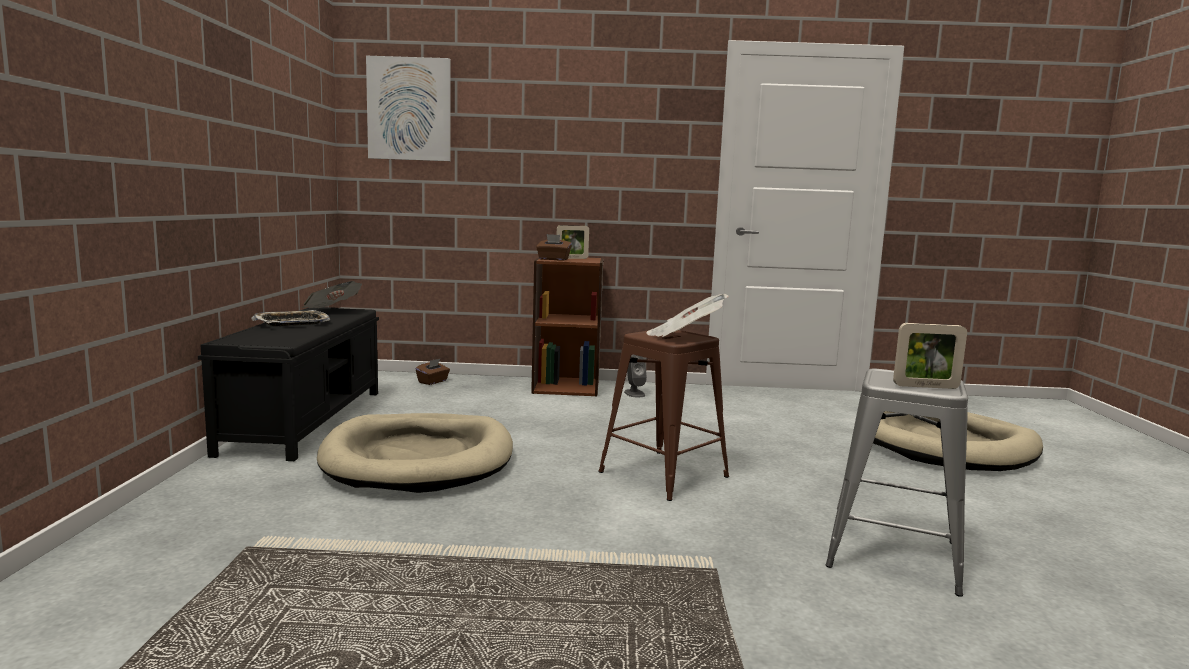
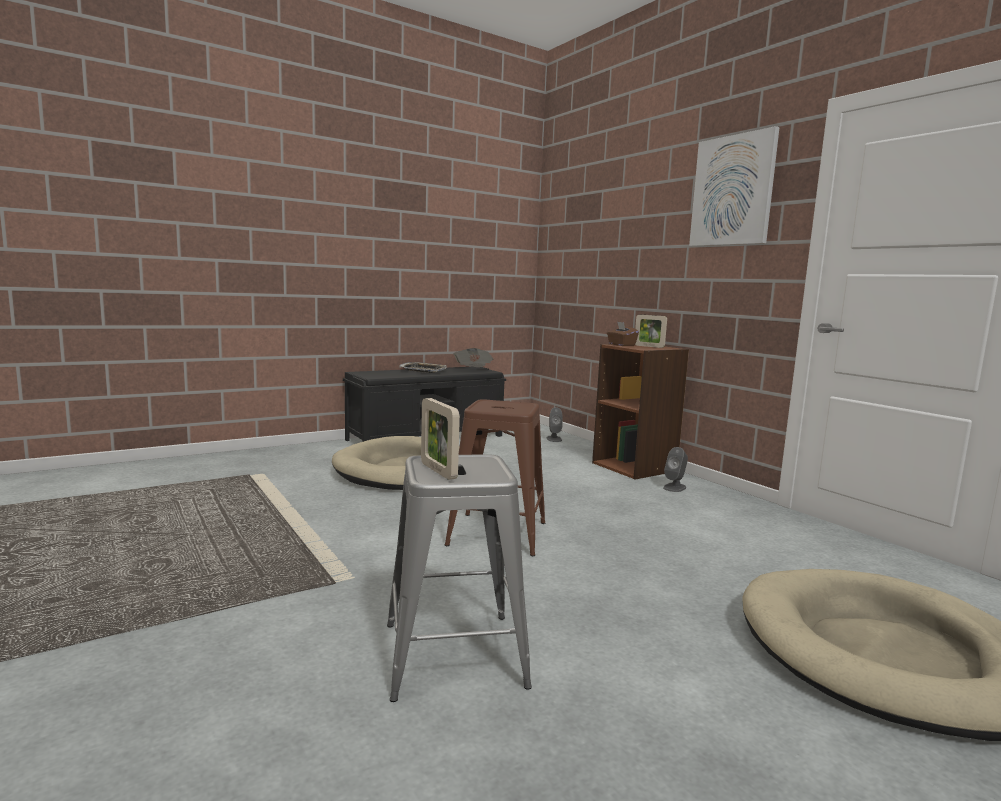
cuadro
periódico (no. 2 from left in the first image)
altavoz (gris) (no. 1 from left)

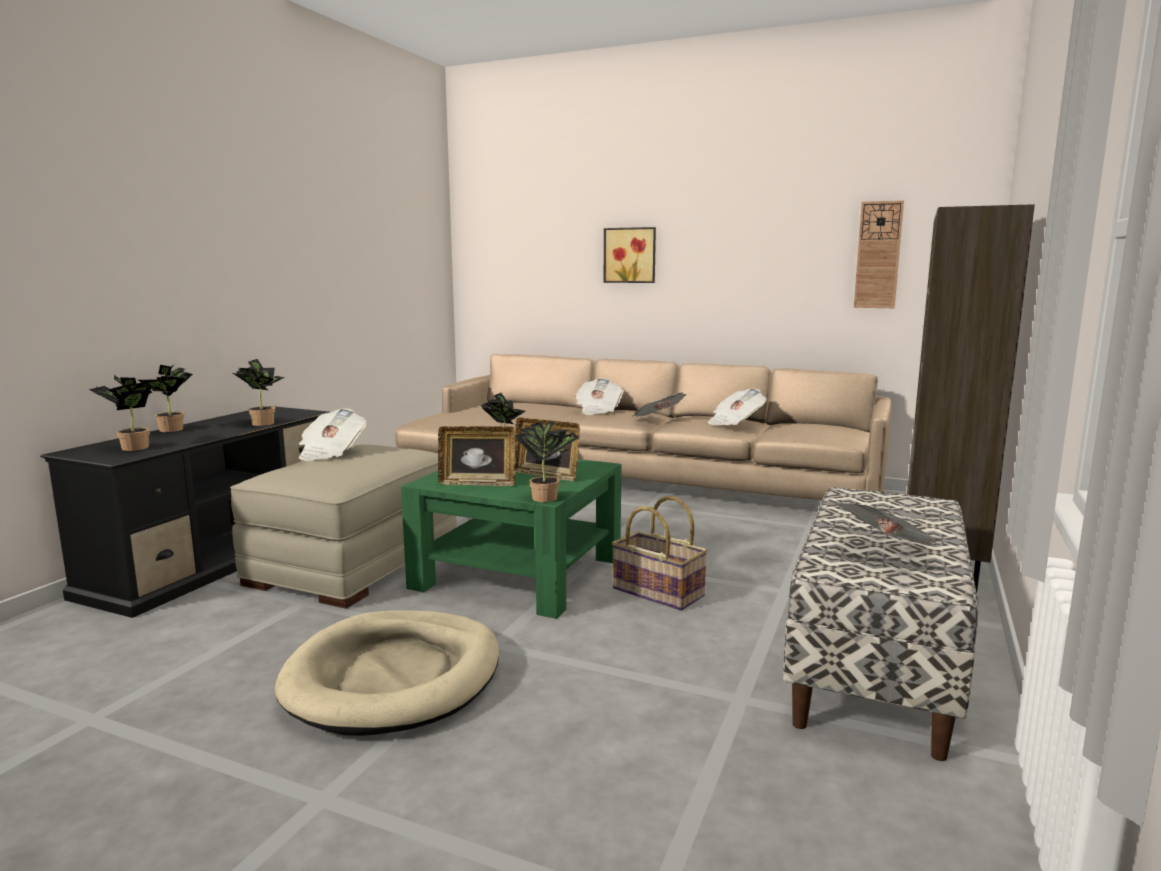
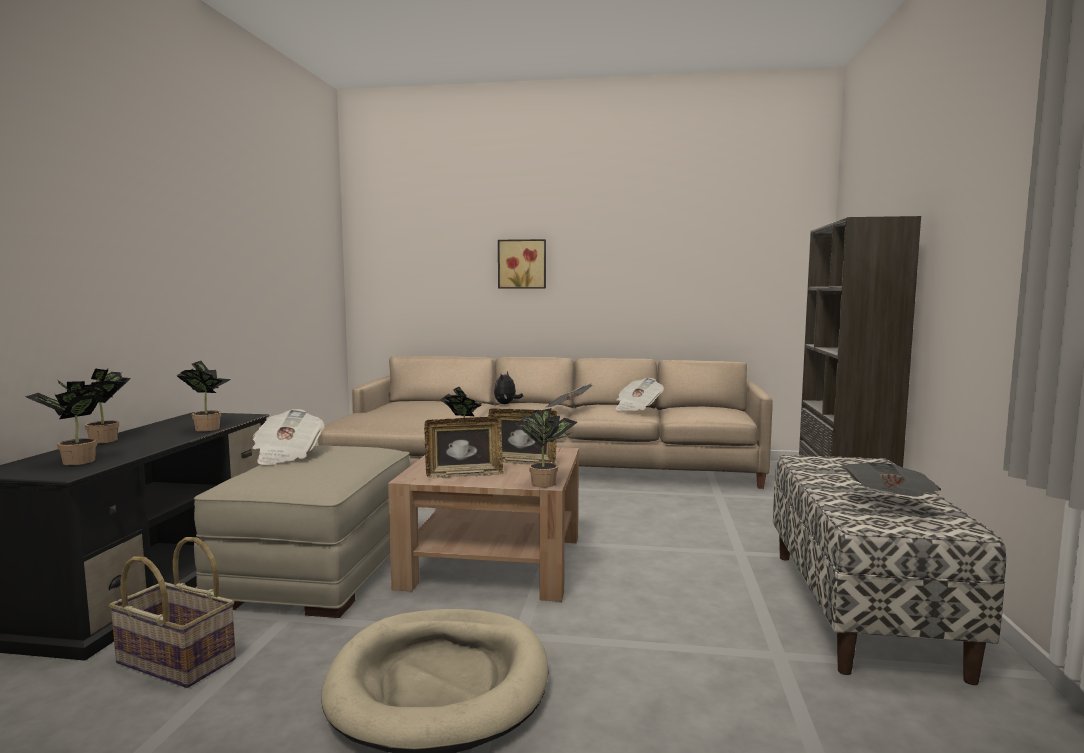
reloj de pared
peluche
mesa de centro (marrón)
cesta

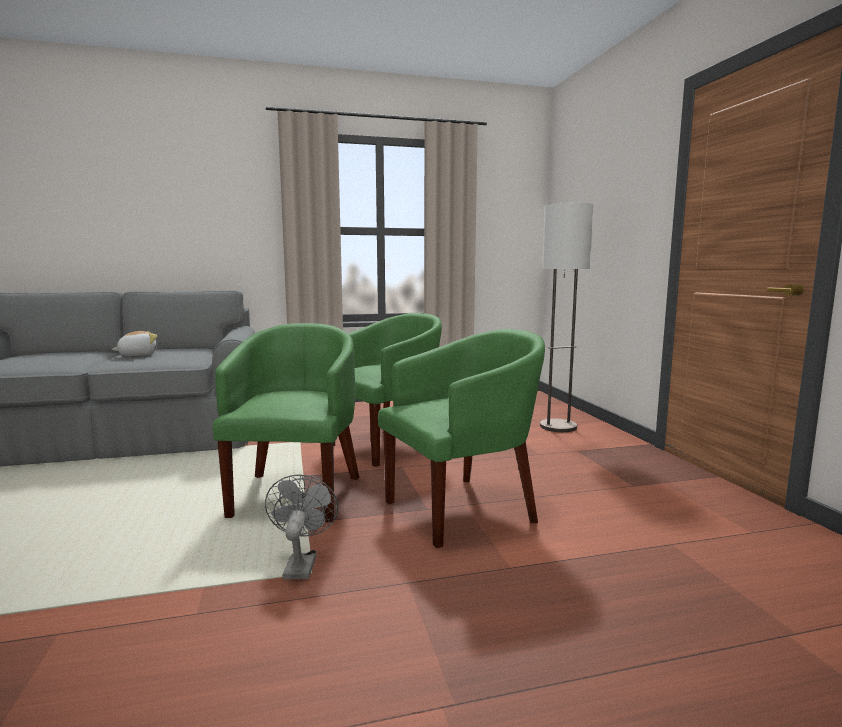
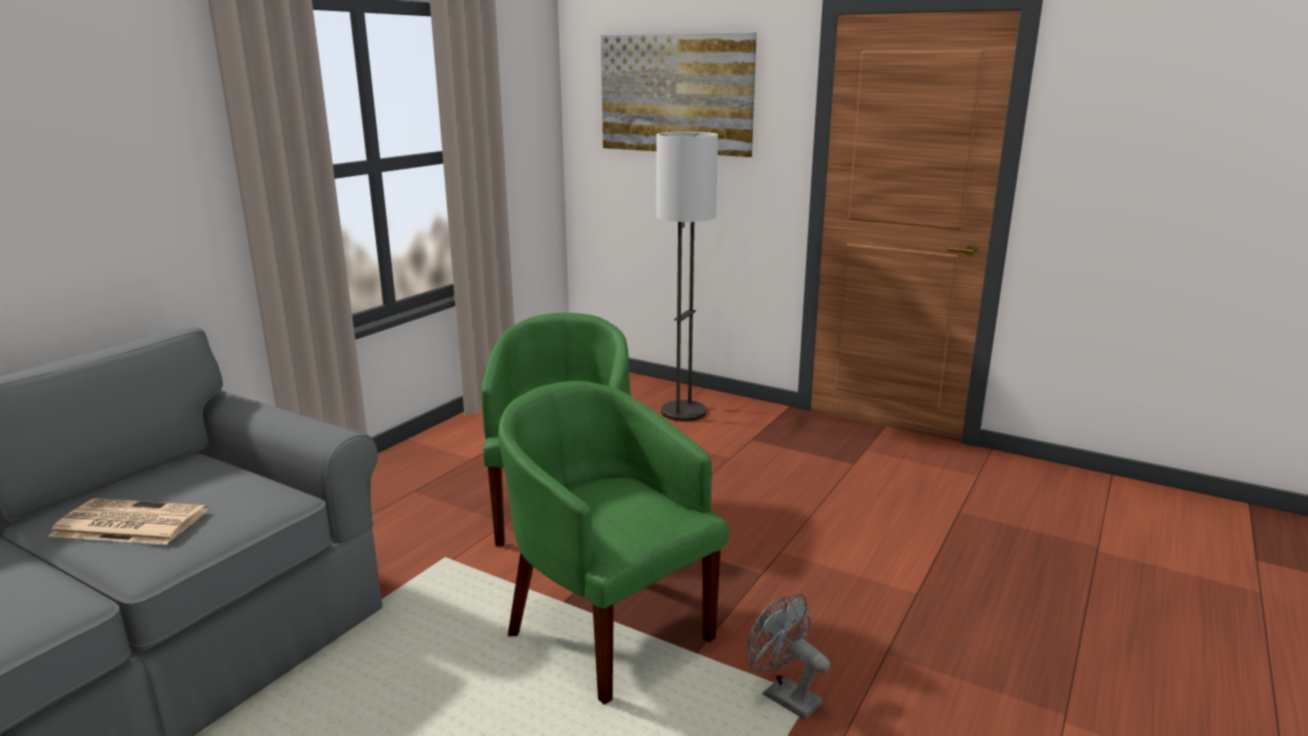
sillón (verde) (no. 3 from left in the first image)
periódico
cuadro

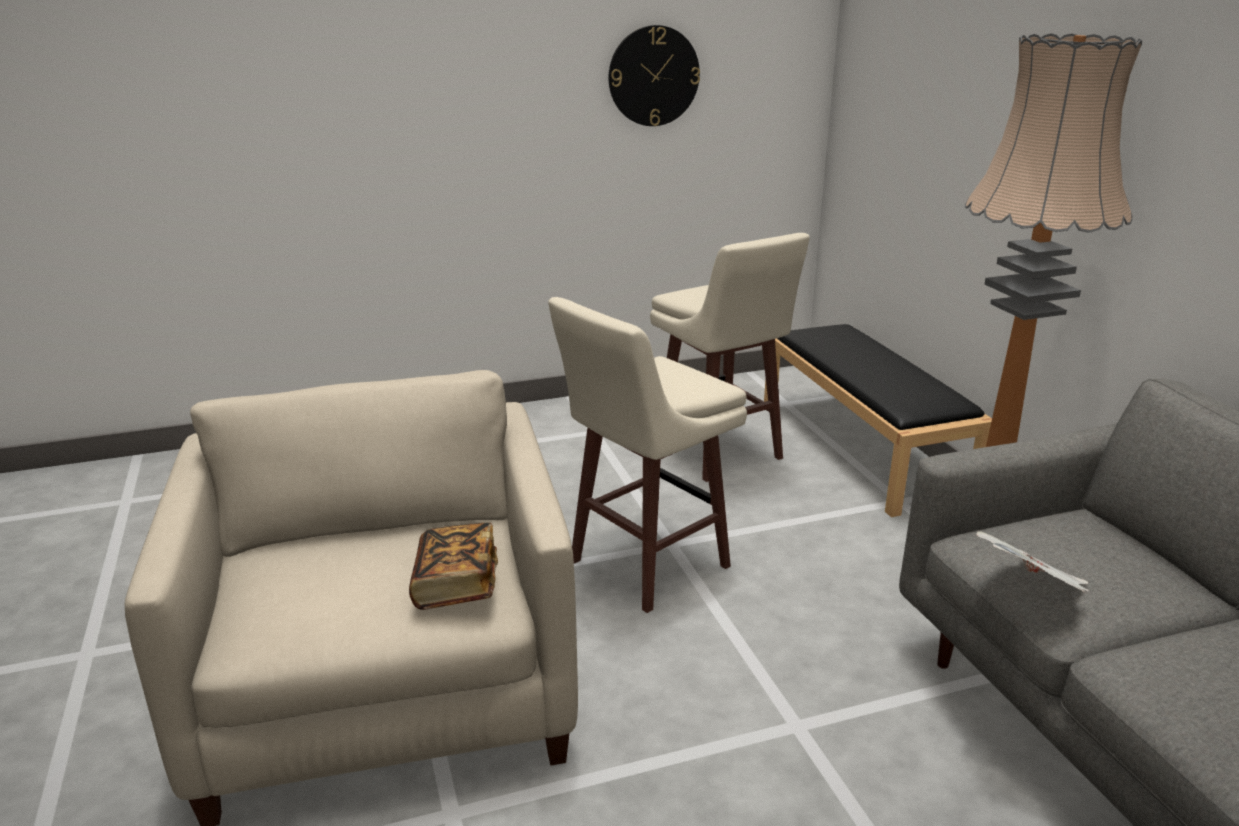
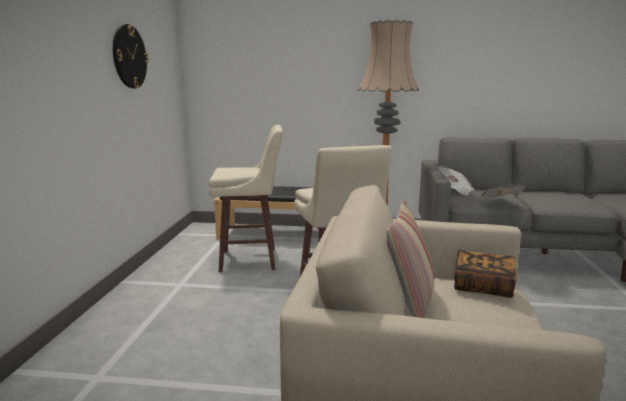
periódico (no. 1 from left)
cojín

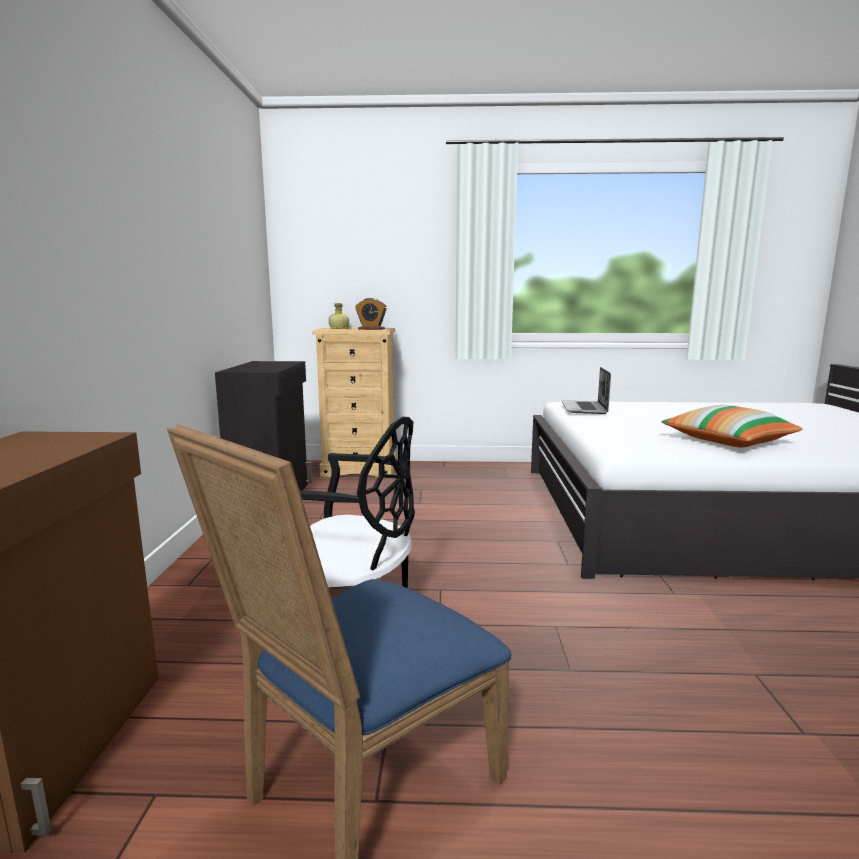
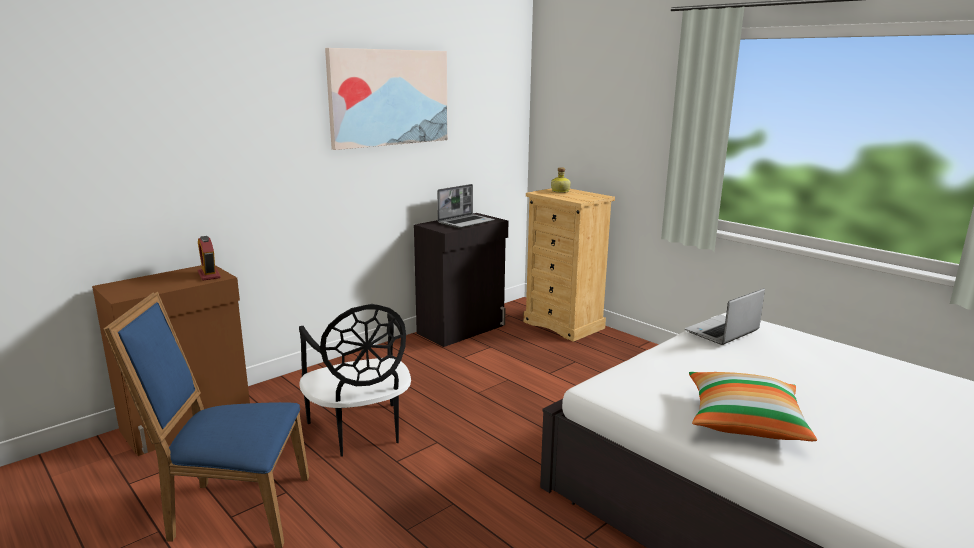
despertador
cuadro
portátil (no. 1 from left)

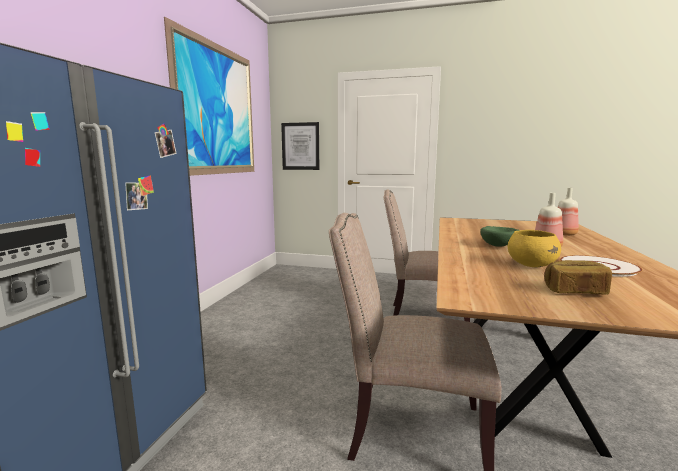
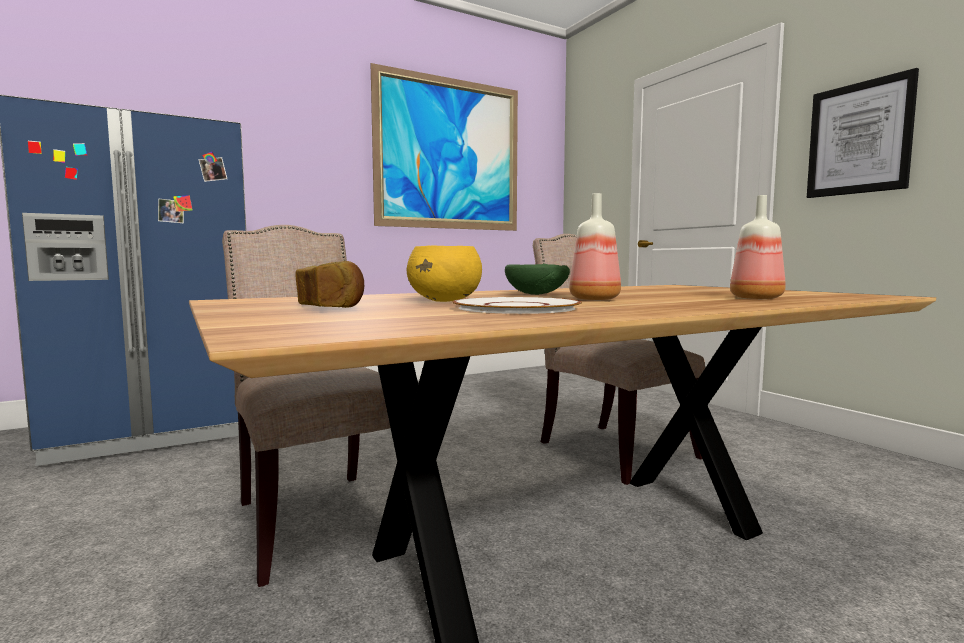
cuadro (no. 2 from left)

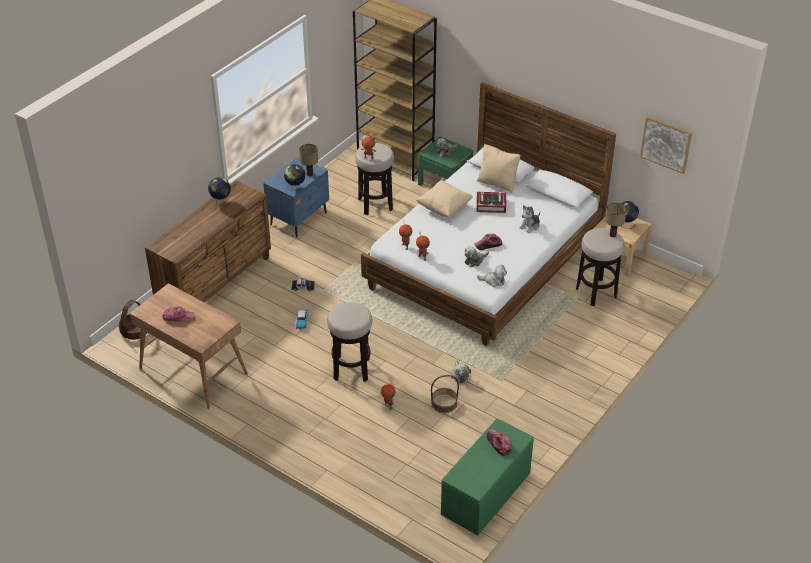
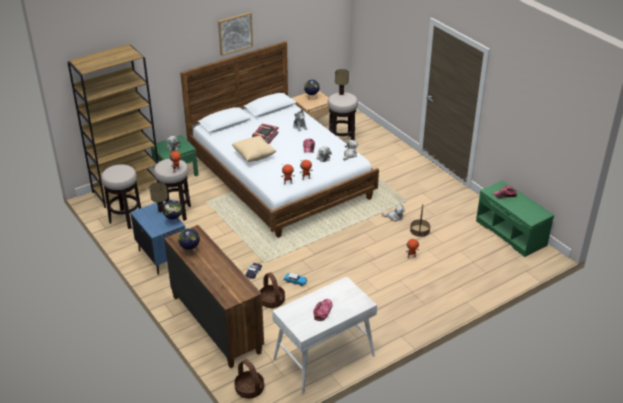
cuadro
cojín (beis) (no. 2 from left in the first image)
escritorio (blanco)
taburete (no. 1 from left)
cesta (no. 2 from left)

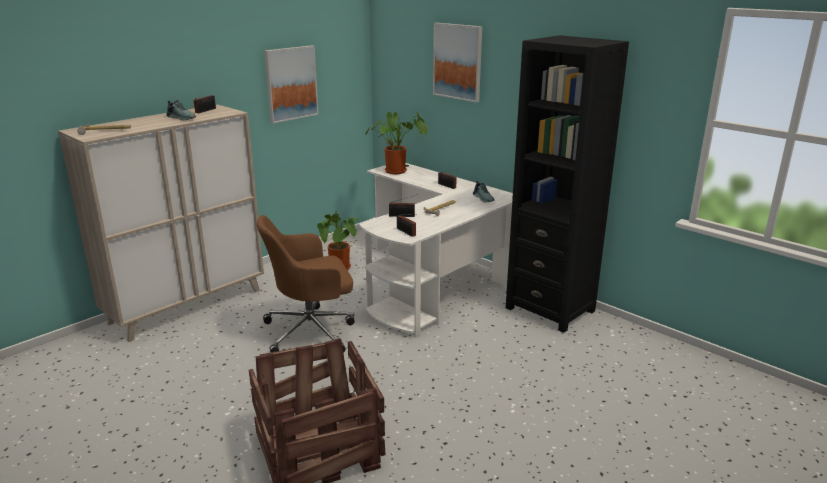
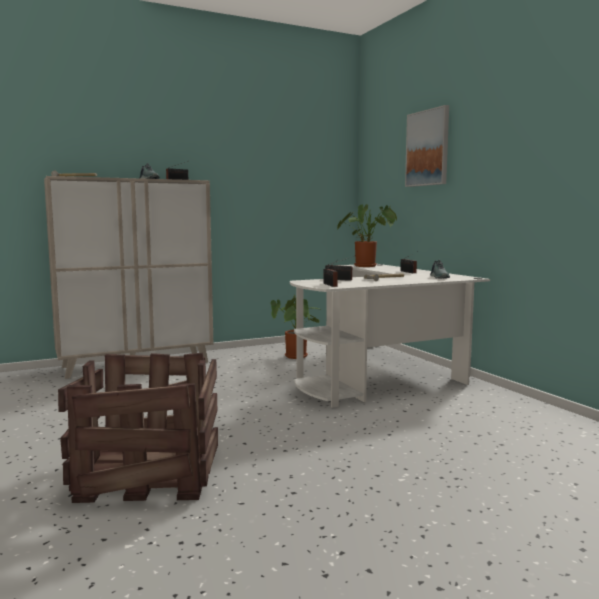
estantería (negro)
cuadro (no. 1 from left in the first image)
silla de oficina (marrón)

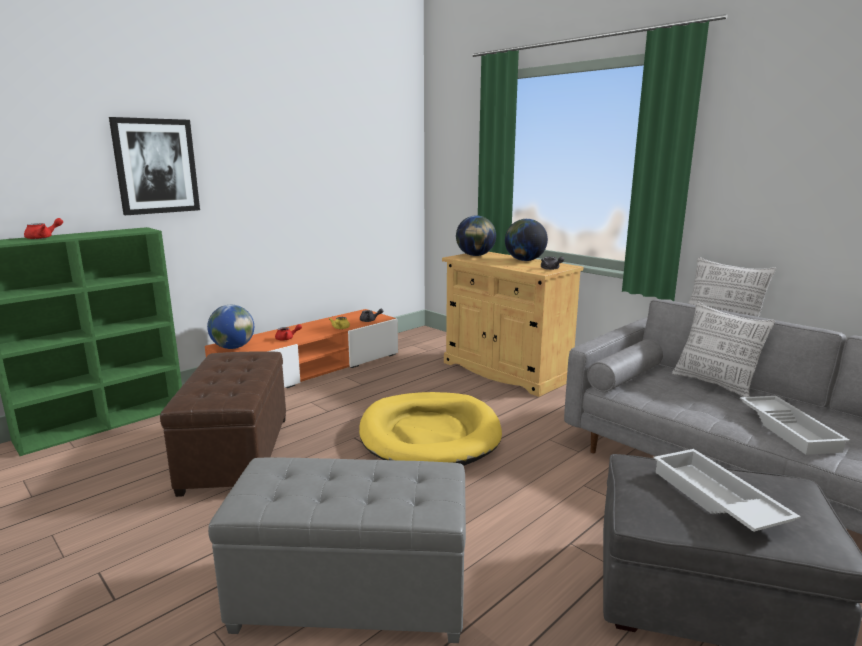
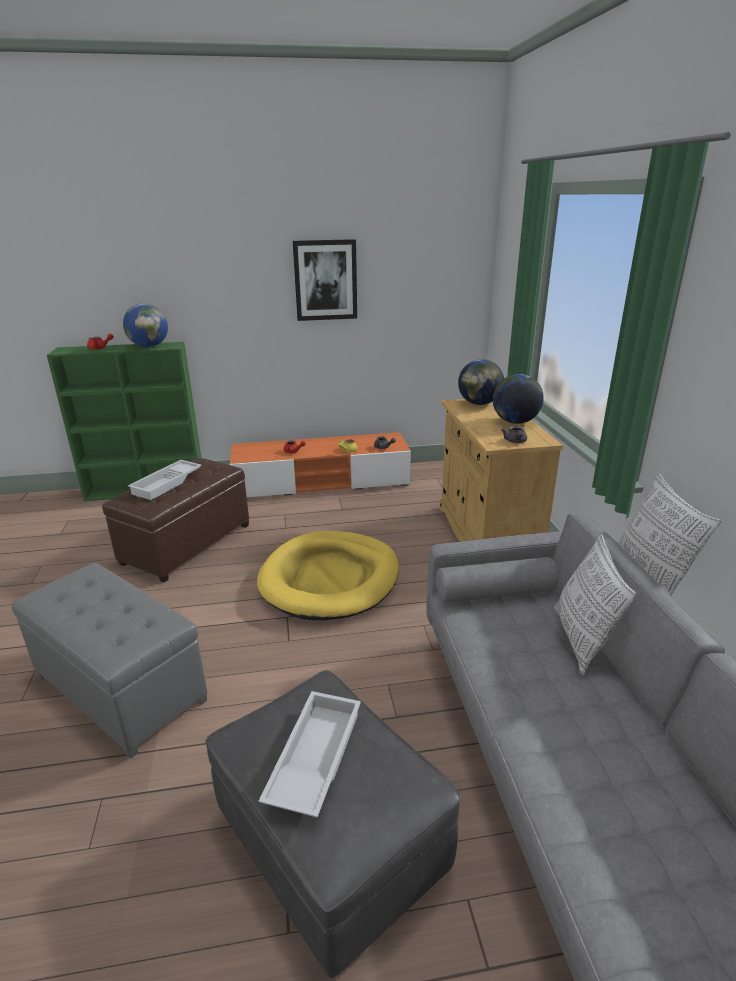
cuadro
globo terráqueo (no. 1 from left)
bandeja (blanco) (no. 1 from left)

